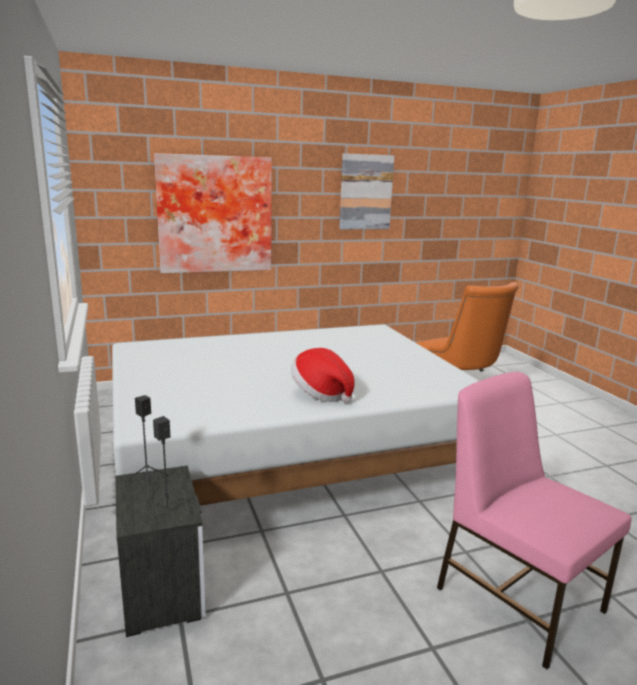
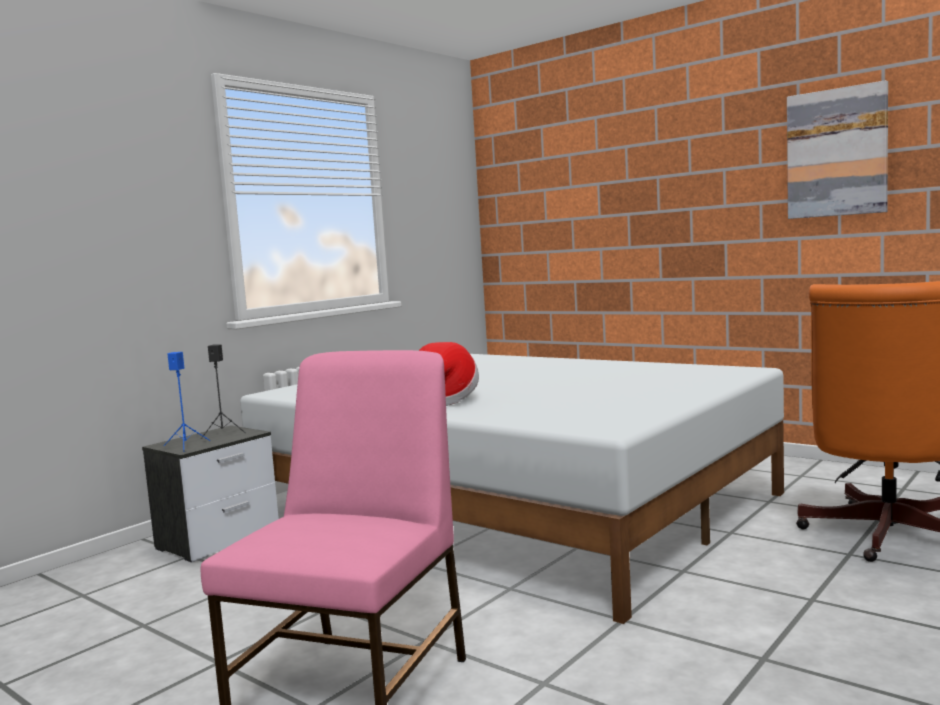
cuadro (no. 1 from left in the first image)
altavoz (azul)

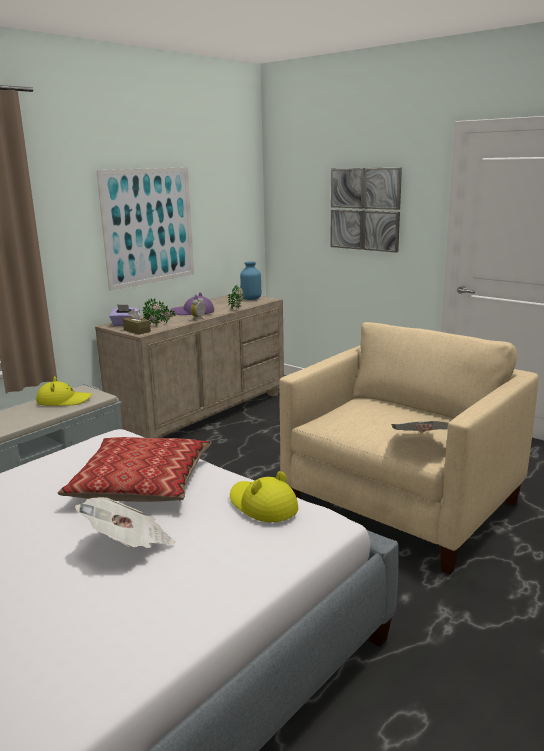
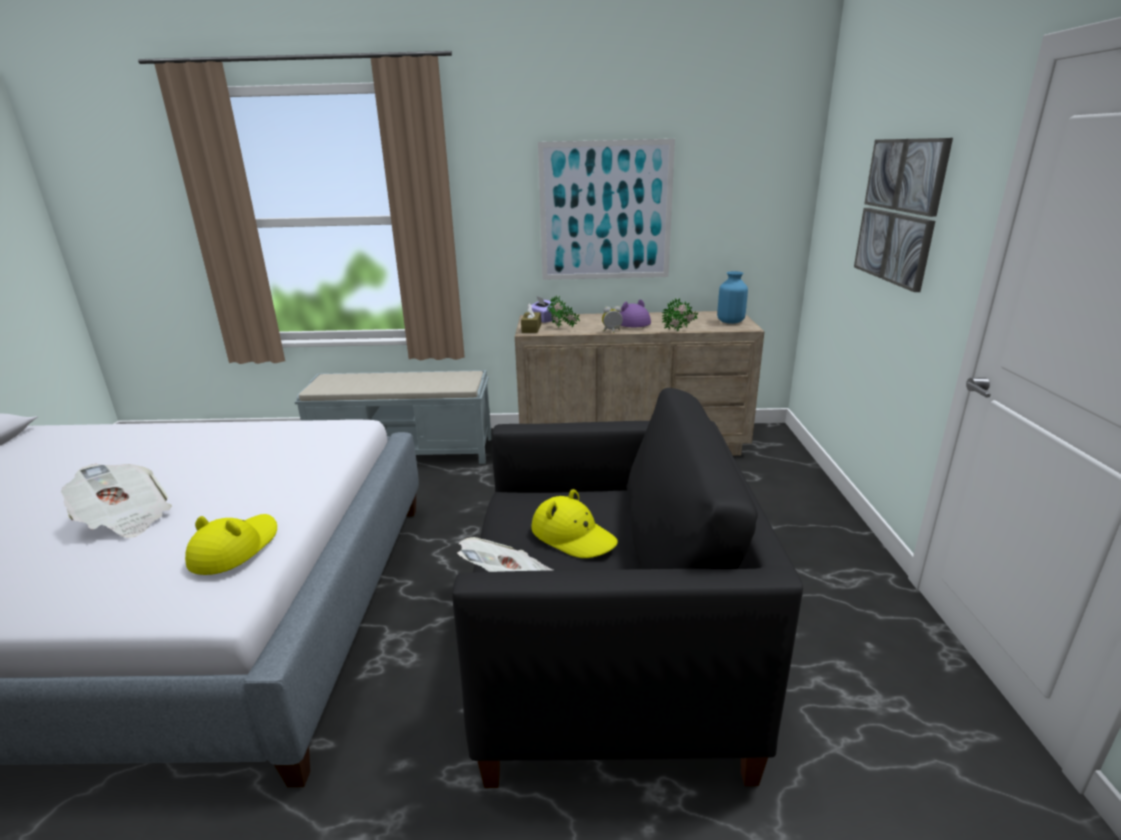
sillón (negro)
sombrero (amarillo) (no. 2 from left)
cojín

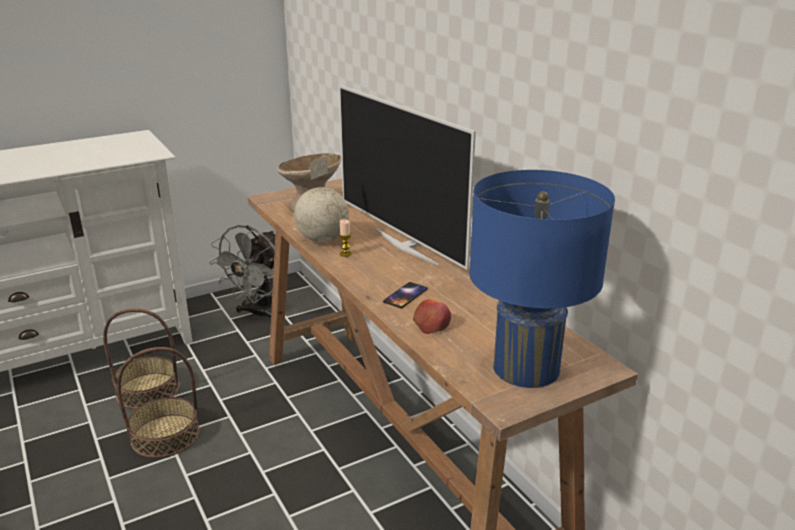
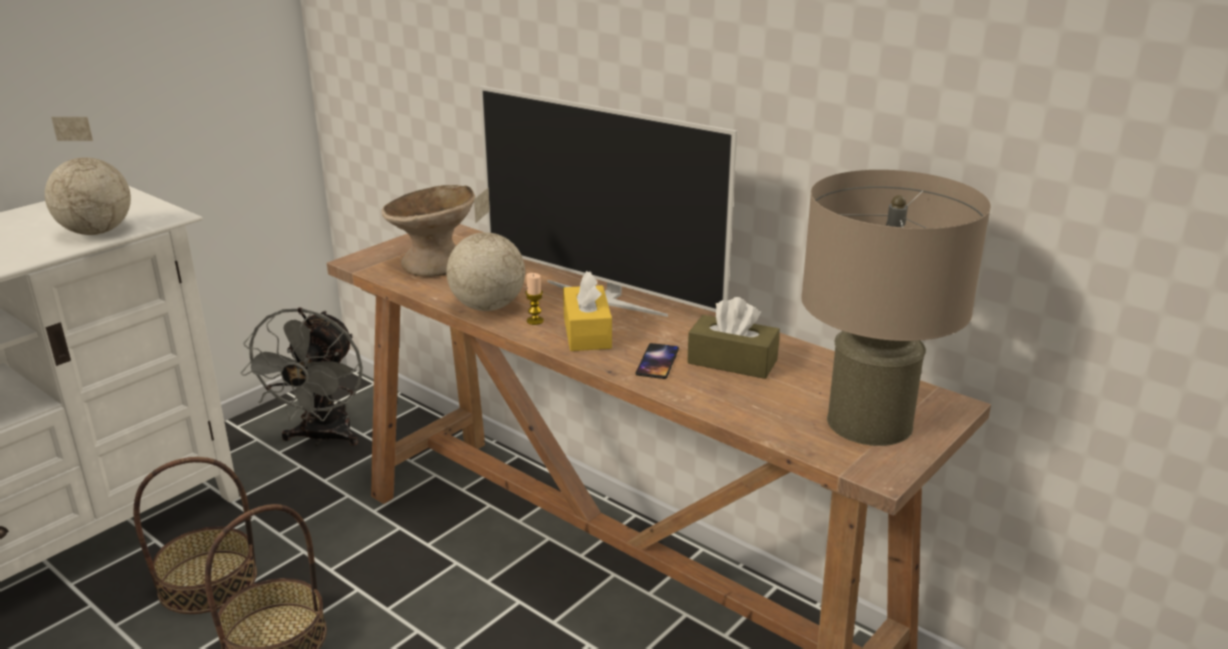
lámpara de mesa (beis)
manzana
globo terráqueo (no. 1 from left)
caja de pañuelos (amarillo)
caja de pañuelos (marrón)

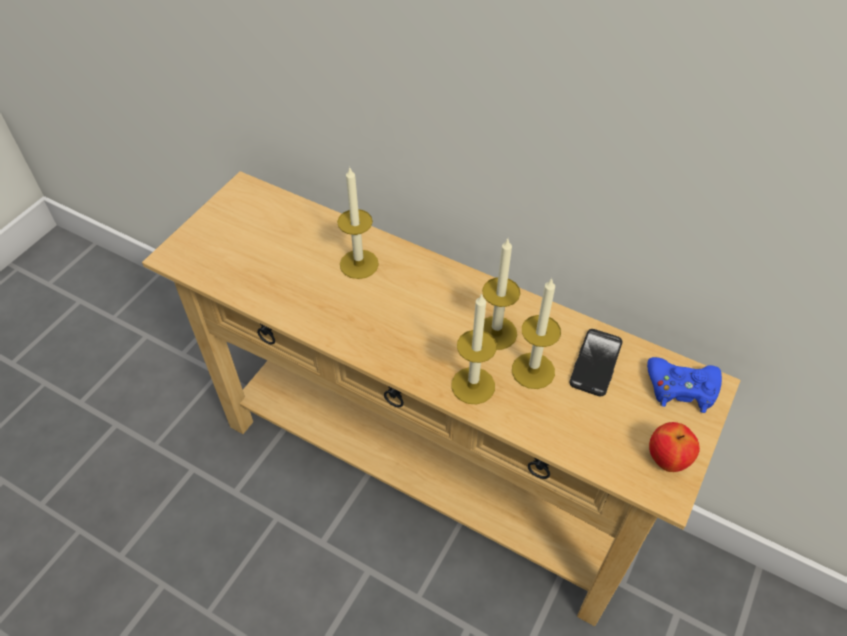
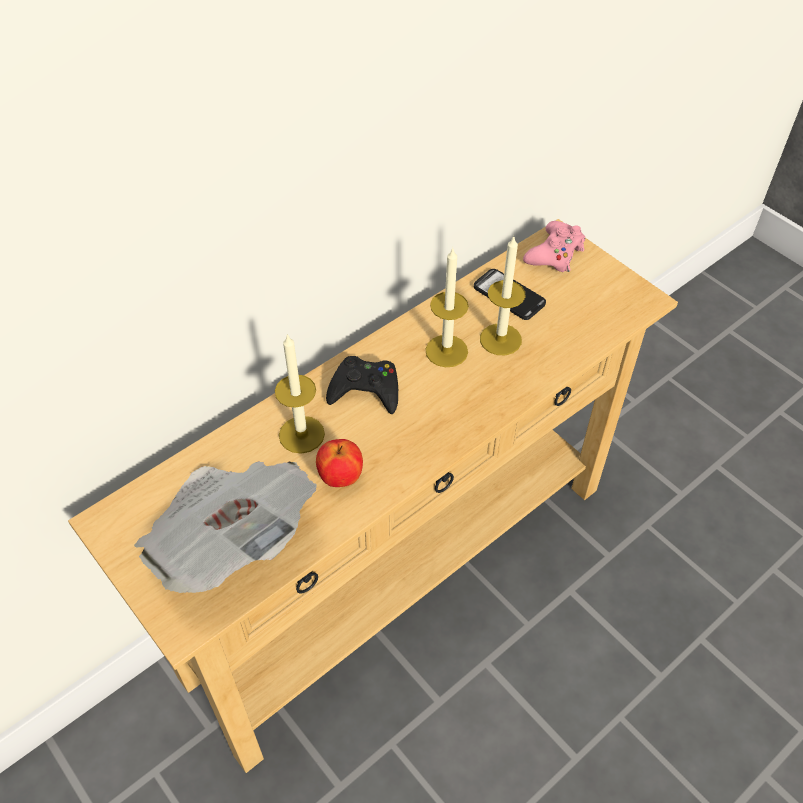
vela (no. 2 from left in the first image)
mando de consola (rosa)
manzana
mando de consola (negro)
periódico

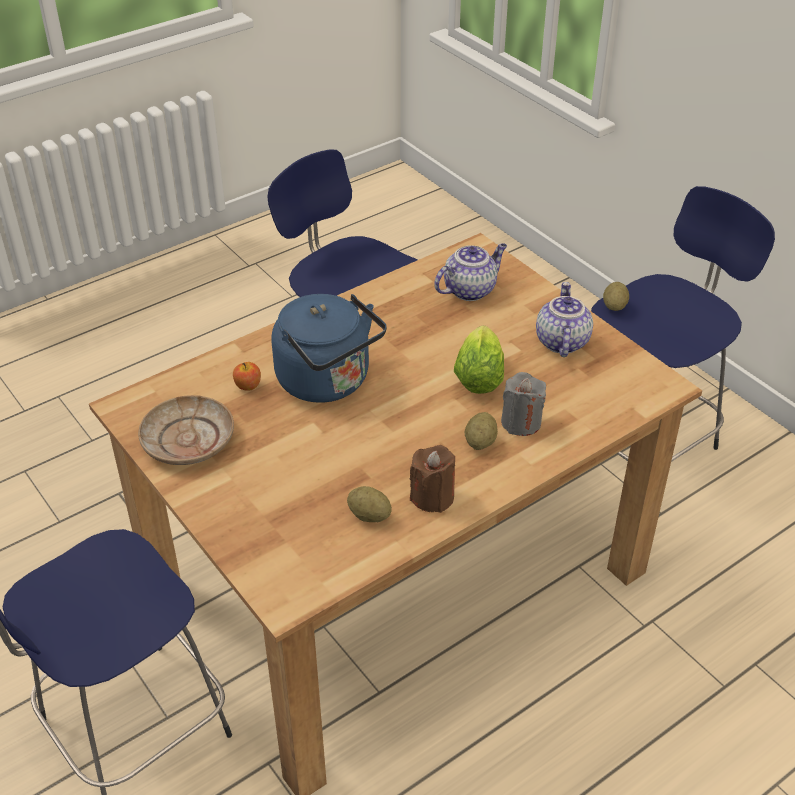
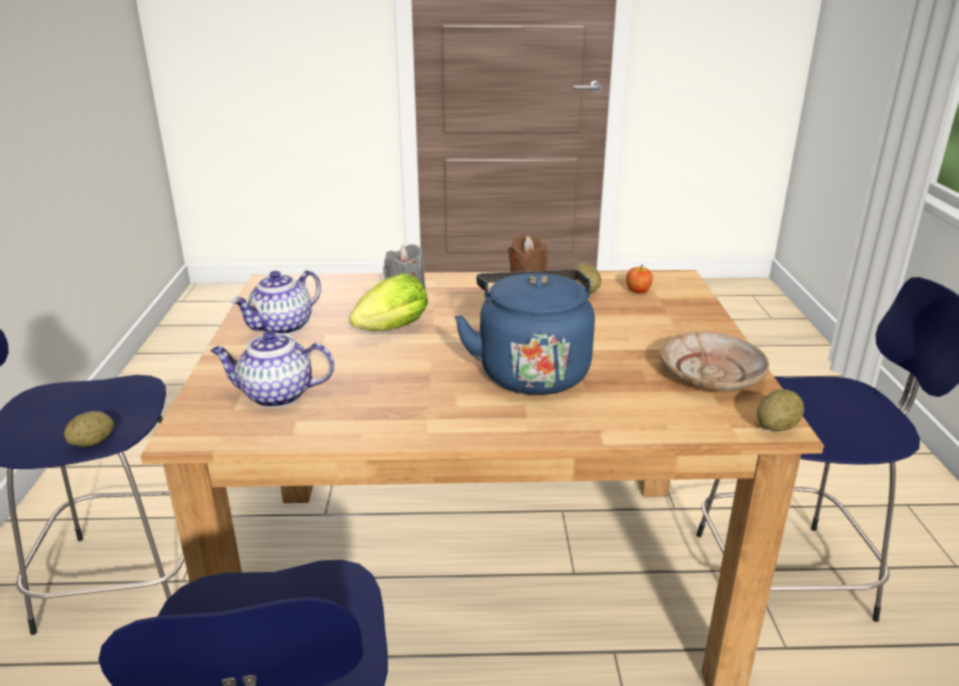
manzana
patata (no. 3 from left)

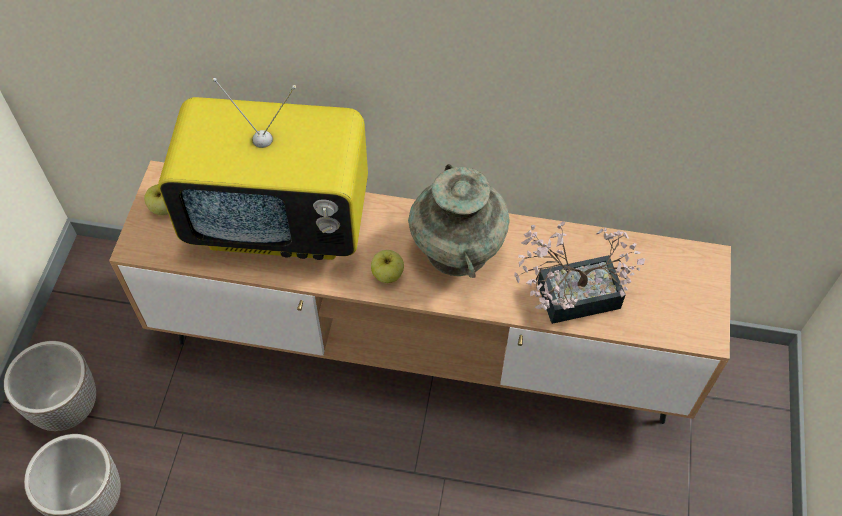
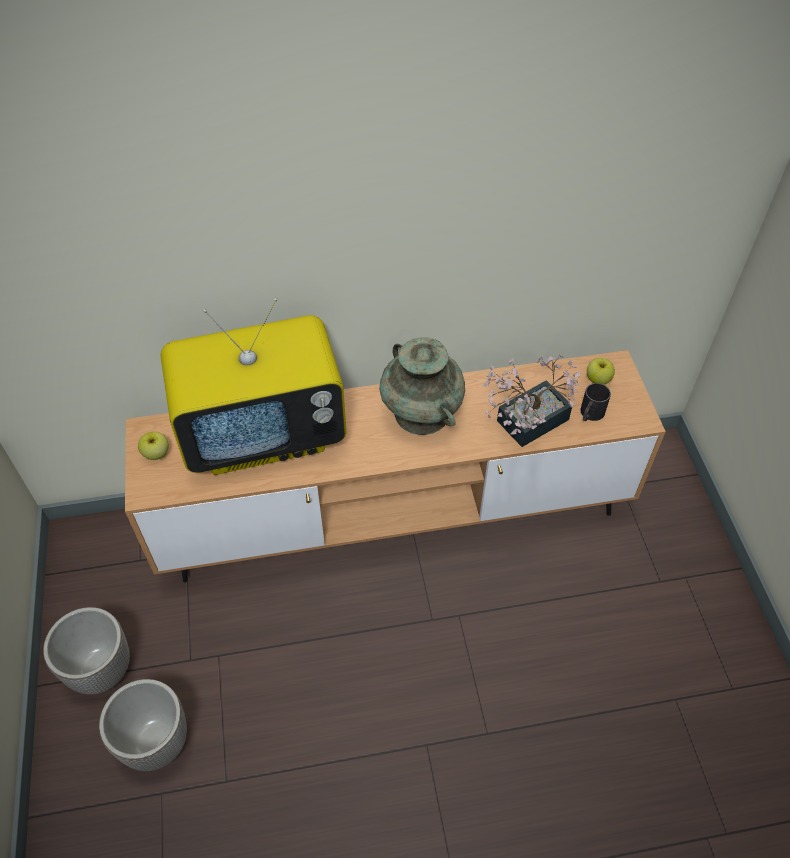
manzana (no. 2 from left)
taza grande (negro)

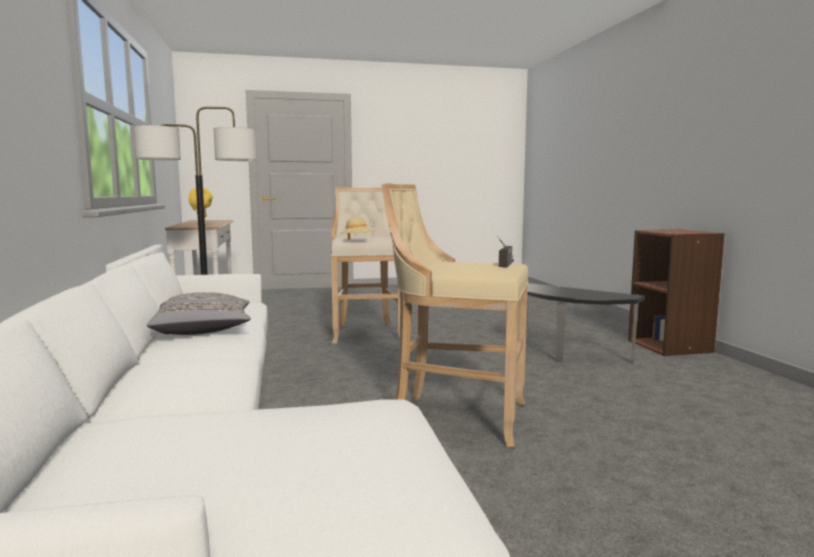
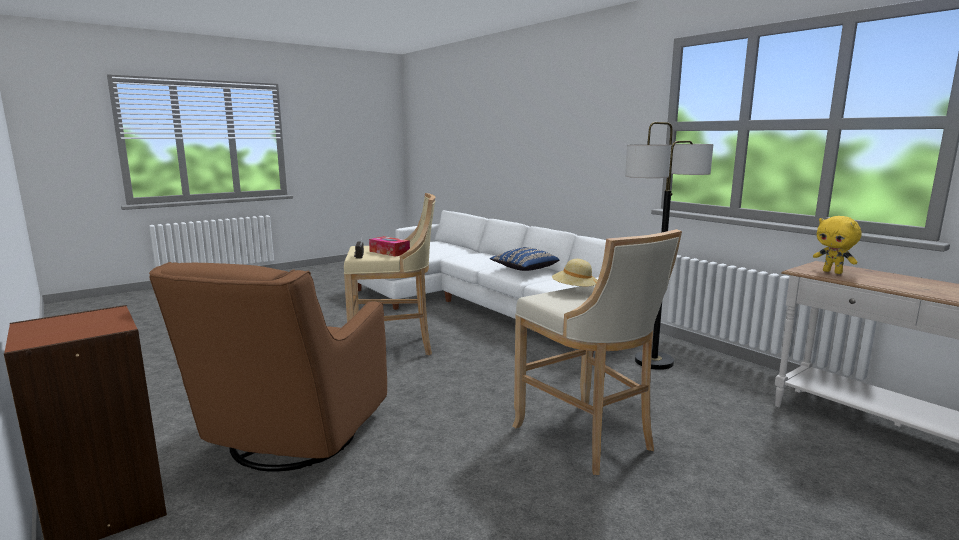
sillón (marrón)
cojín (azul)
caja de pañuelos

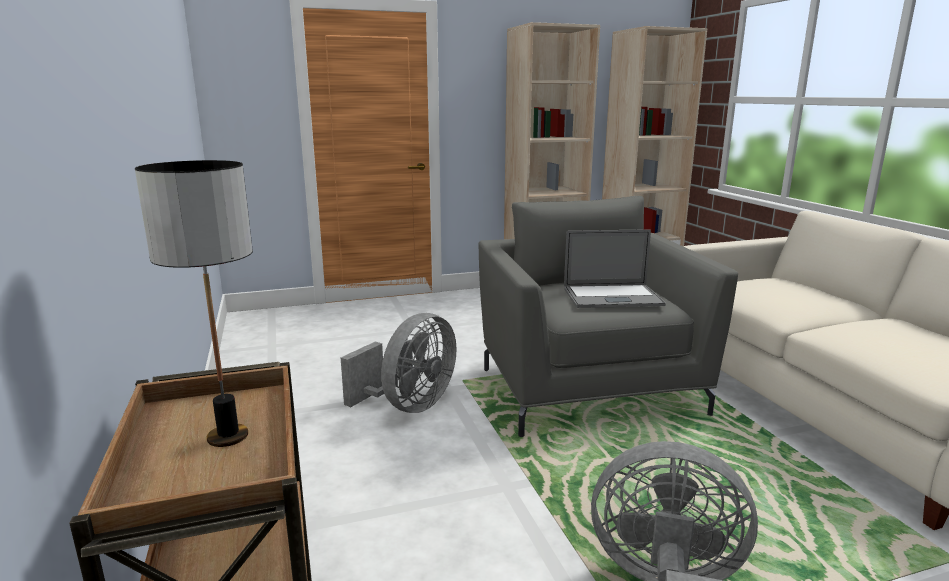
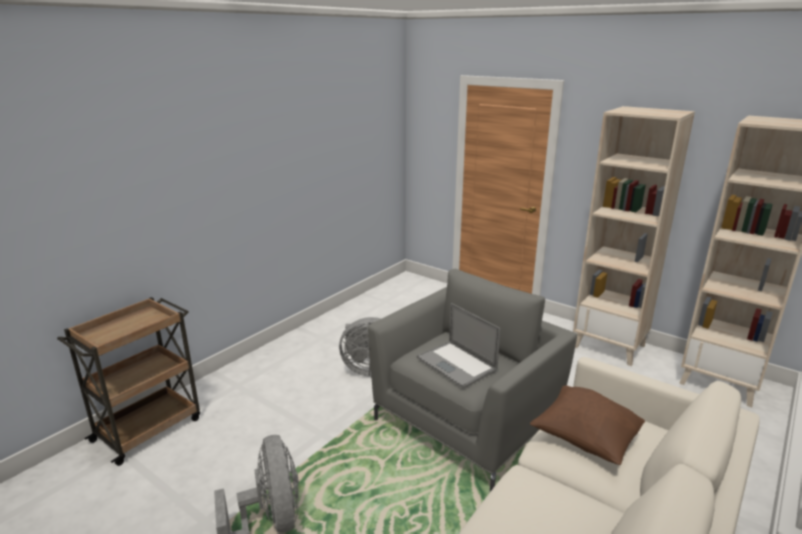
lámpara de mesa
cojín (marrón)

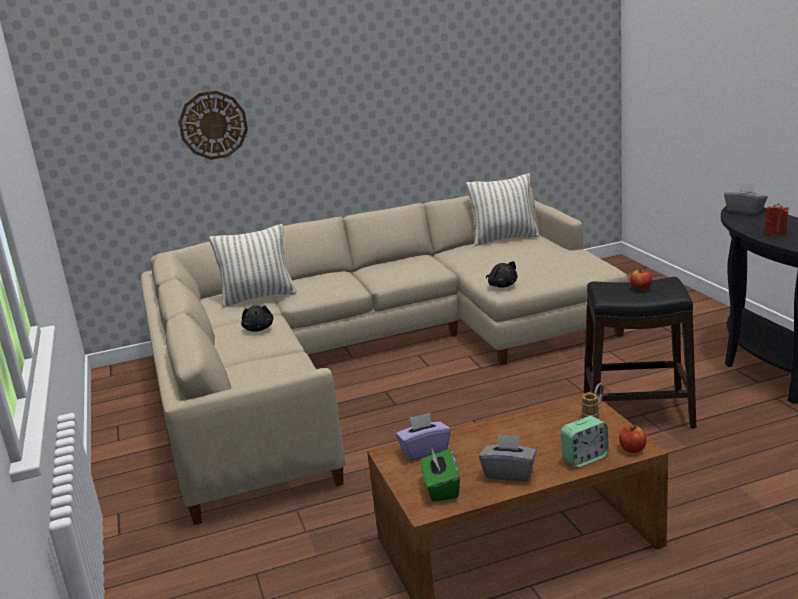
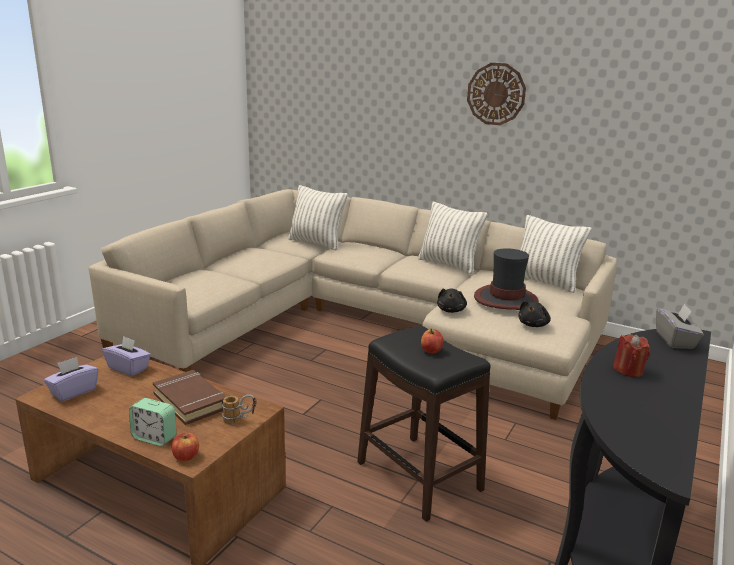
reloj de pared
peluche (negro) (no. 2 from left)
caja de pañuelos (gris) (no. 1 from left in the first image)
caja de pañuelos (morado) (no. 1 from left)
cojín (no. 2 from left)
sombrero
libro (marrón)

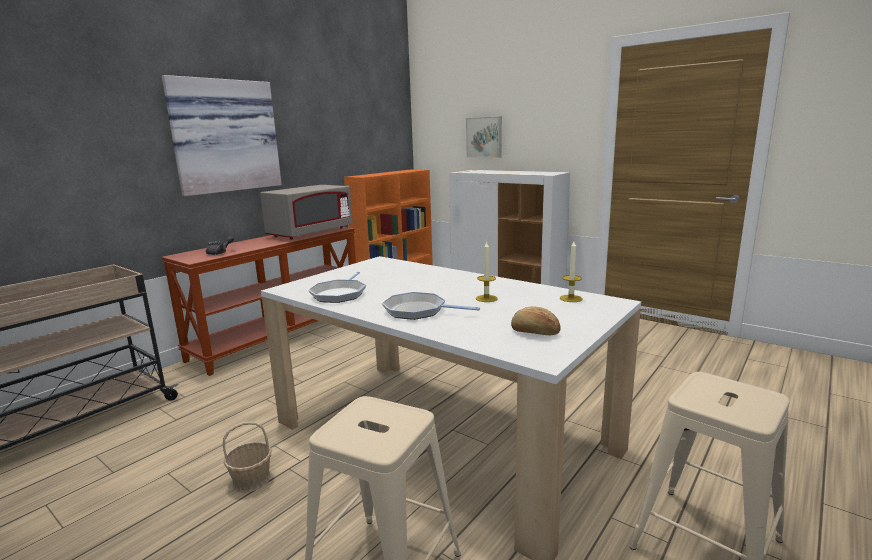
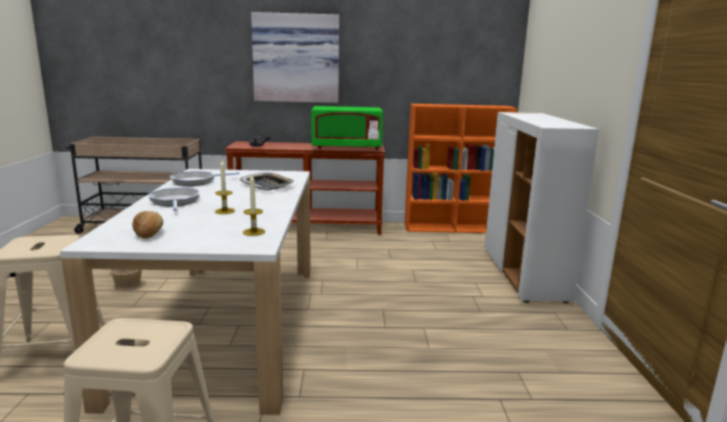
cuadro (no. 2 from left in the first image)
microondas (verde)
bandeja

